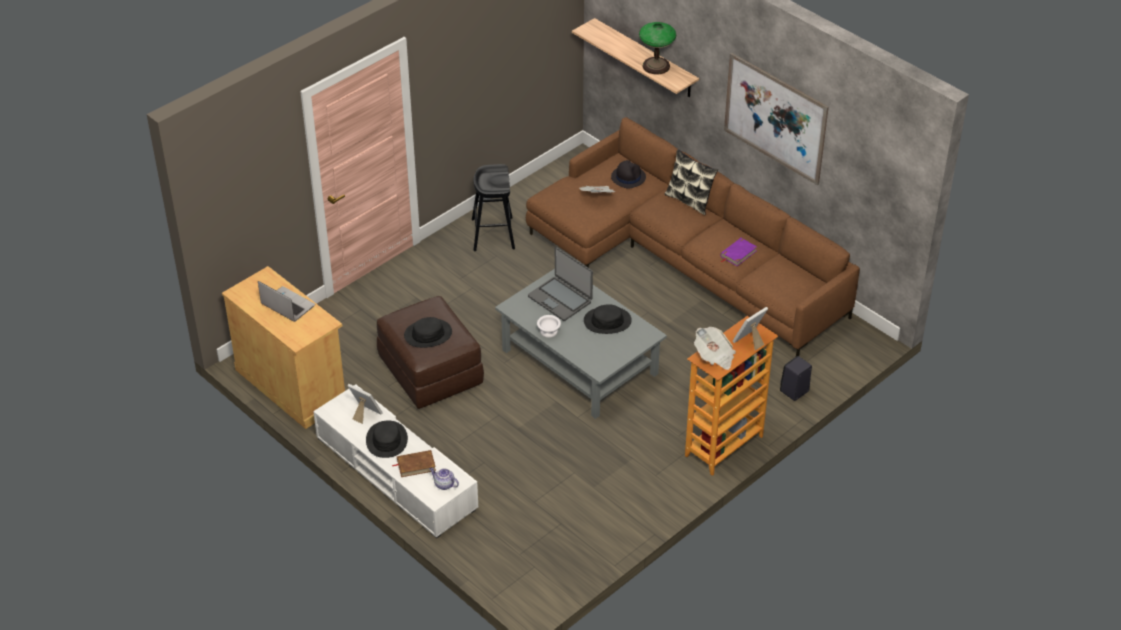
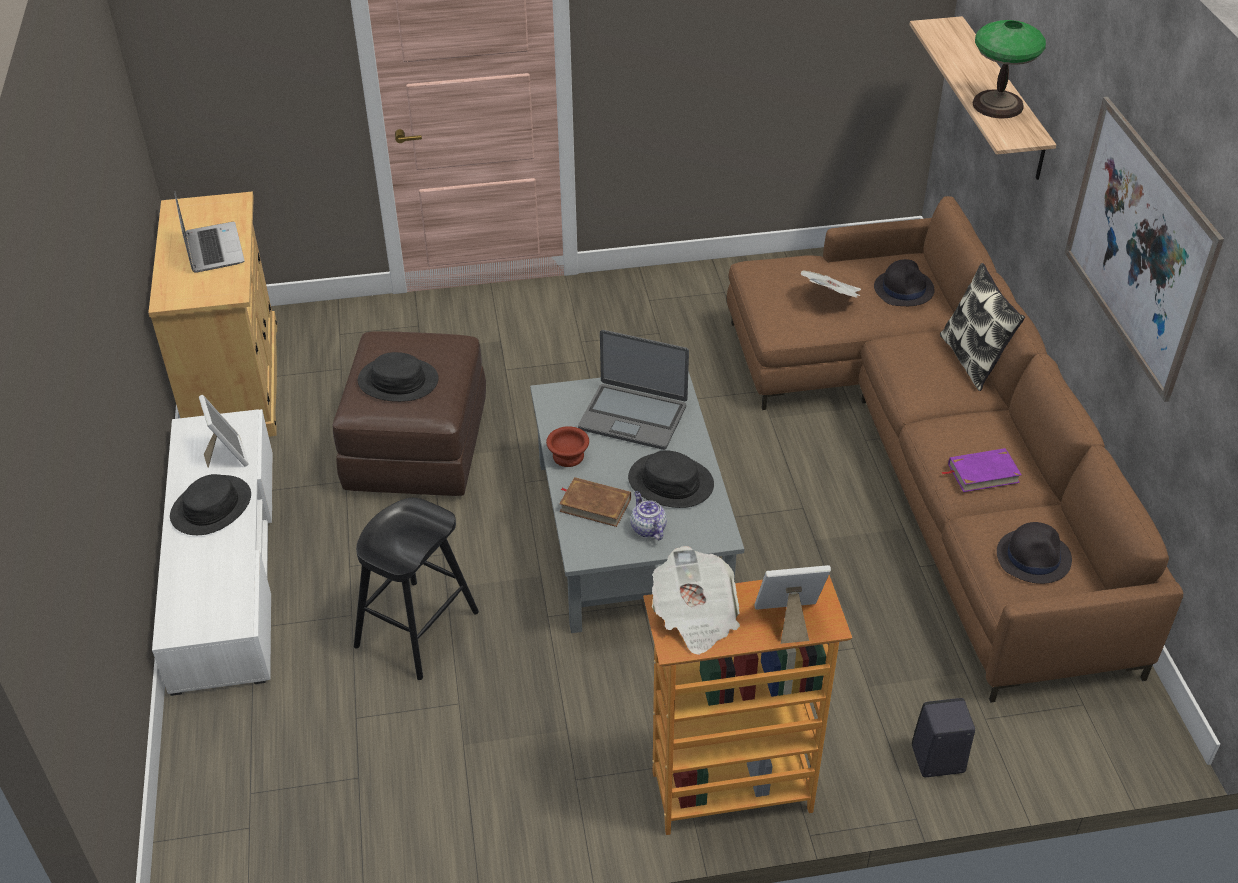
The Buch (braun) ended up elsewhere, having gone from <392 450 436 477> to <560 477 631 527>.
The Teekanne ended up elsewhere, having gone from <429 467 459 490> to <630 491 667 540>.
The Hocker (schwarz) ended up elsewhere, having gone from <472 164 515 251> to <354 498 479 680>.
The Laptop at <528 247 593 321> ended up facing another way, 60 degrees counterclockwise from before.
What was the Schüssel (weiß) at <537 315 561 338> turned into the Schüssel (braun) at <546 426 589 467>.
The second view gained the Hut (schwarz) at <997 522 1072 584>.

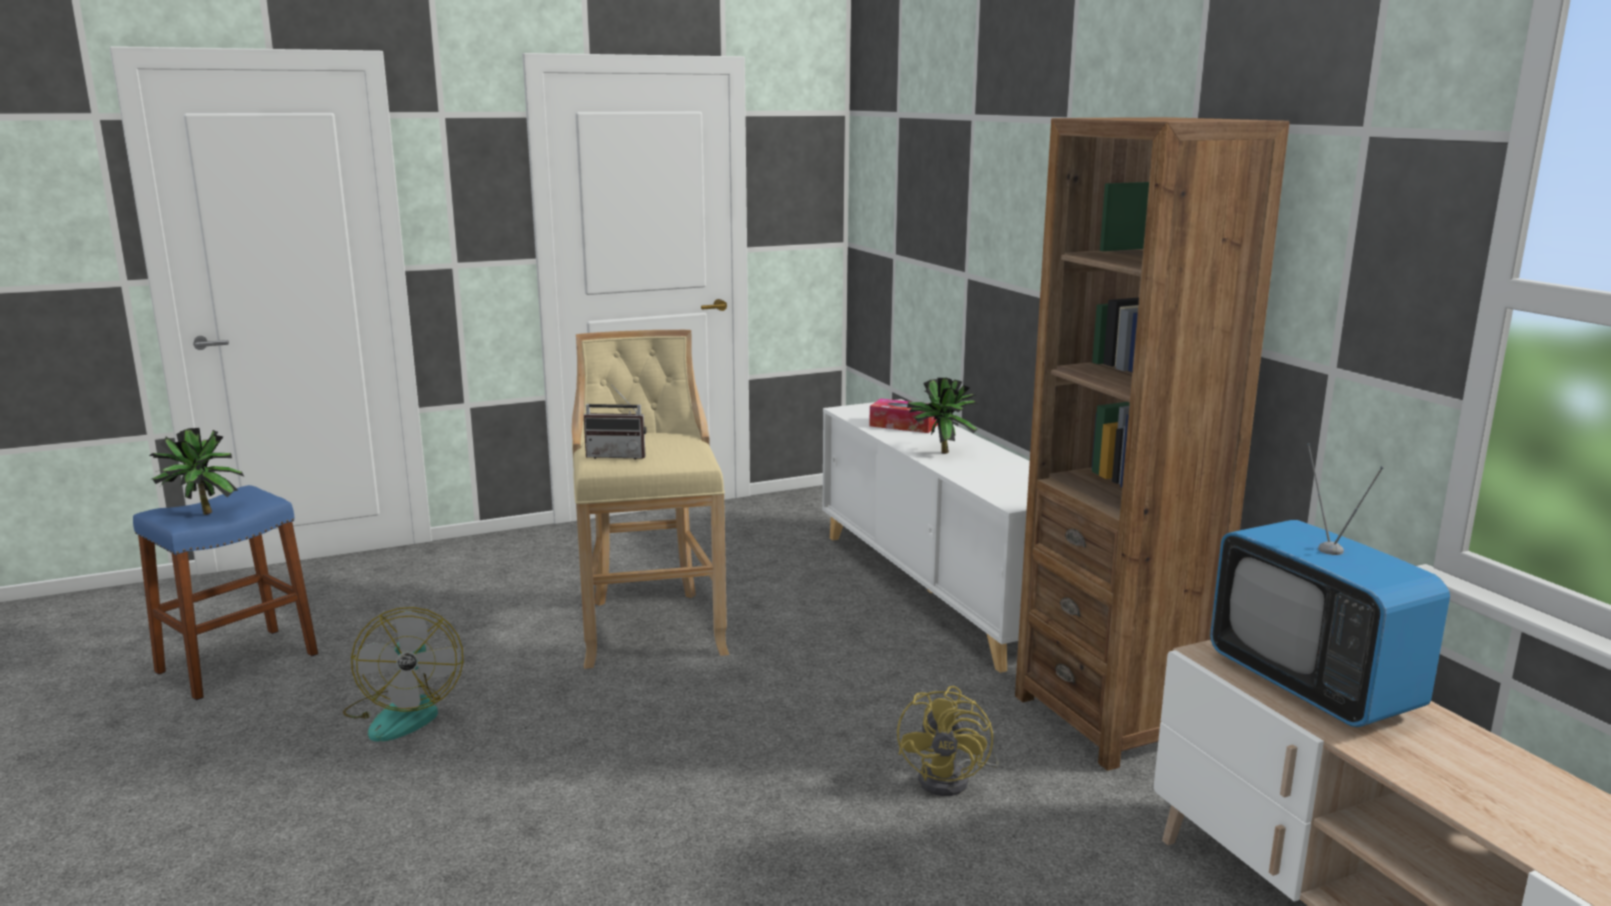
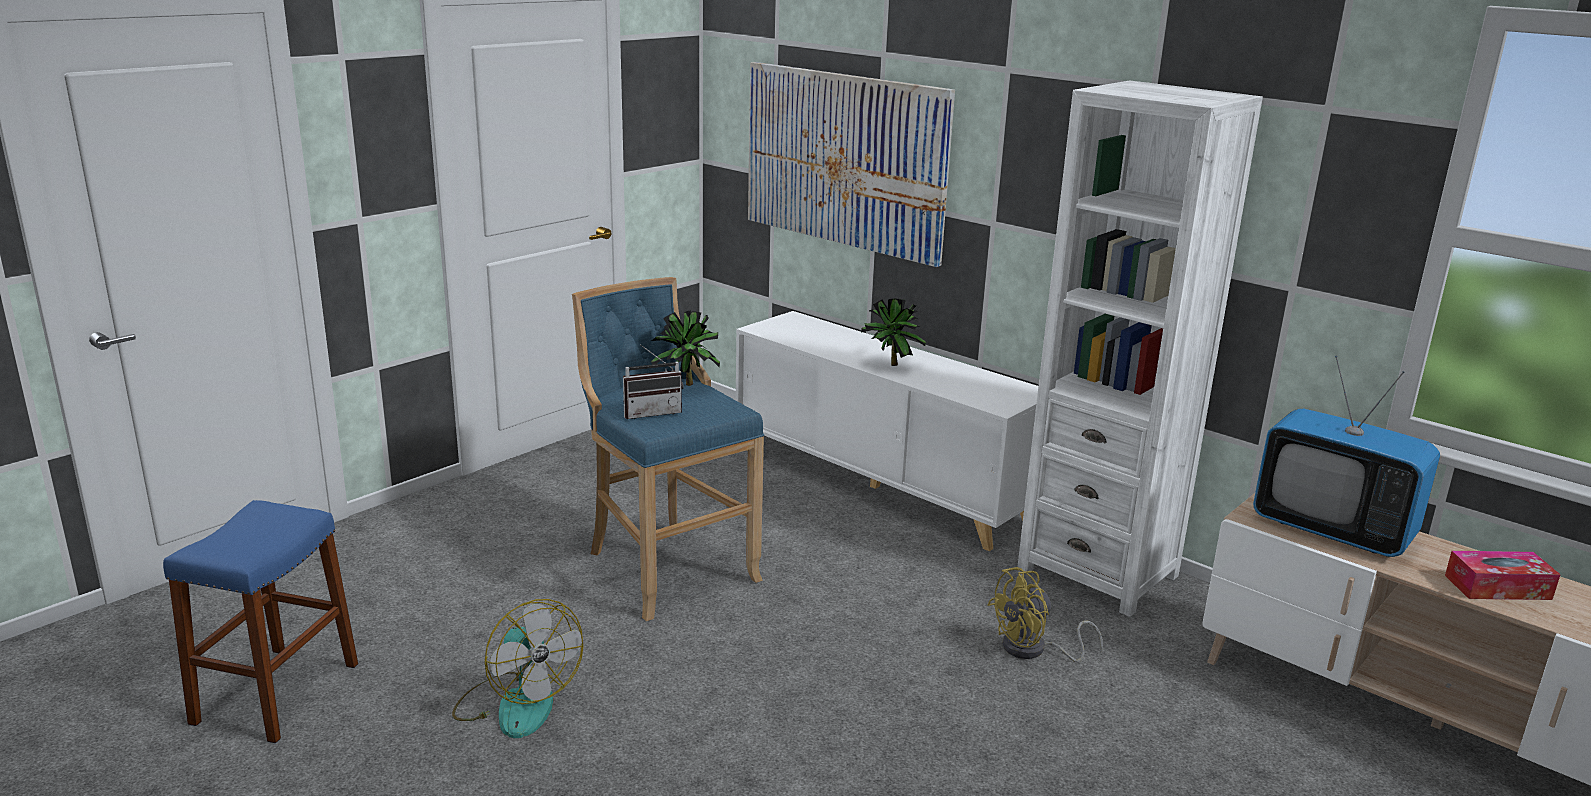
The Topfpflanze ended up elsewhere, having gone from <149 428 244 515> to <651 310 720 386>.
What was the Hocker (beige) at <572 330 729 669> turned into the Hocker (blau) at <572 277 764 621>.
The Taschentuchbox ended up elsewhere, having gone from <869 399 938 433> to <1445 551 1561 600>.
The Ventilator (gelb) at <897 686 1000 796> ended up facing another way, 75 degrees clockwise from before.
What was the Bücherregal (braun) at <1015 117 1290 771> turned into the Bücherregal (weiß) at <1017 81 1263 617>.
The second view gained the Bild at <748 62 955 267>.

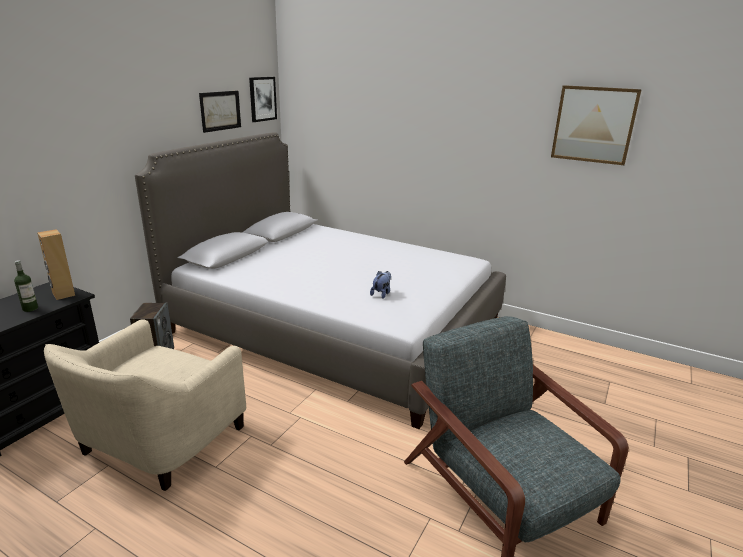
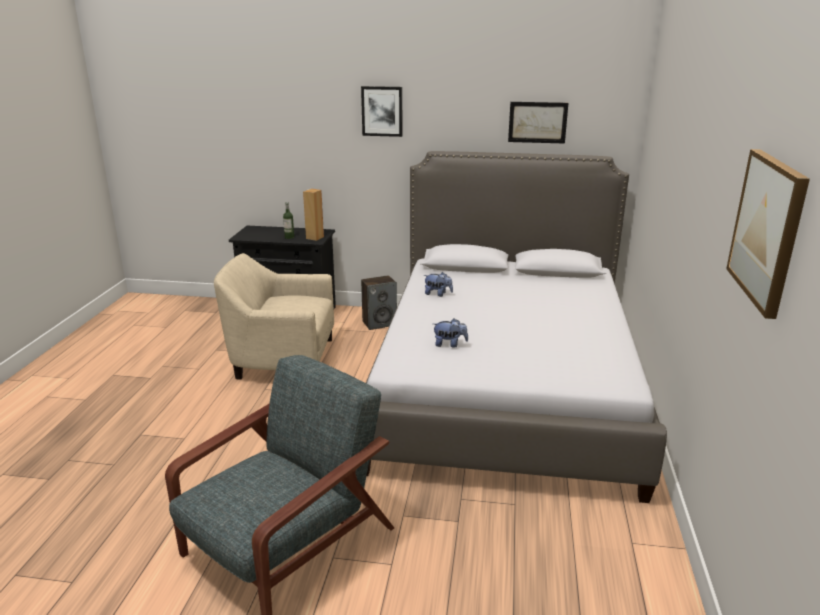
The Bild ended up elsewhere, having gone from <249 77 277 122> to <361 86 402 137>.
The second view gained the Plüschtier at <424 272 453 297>.

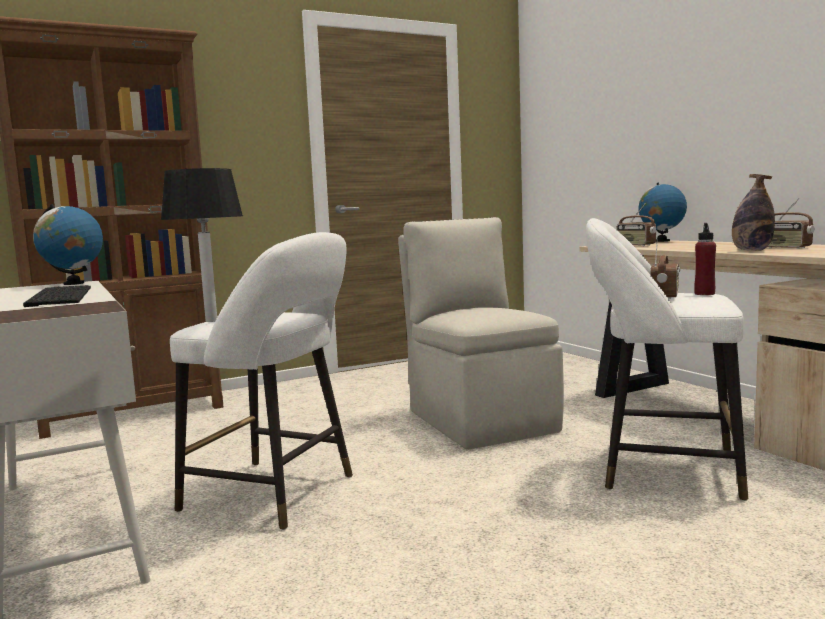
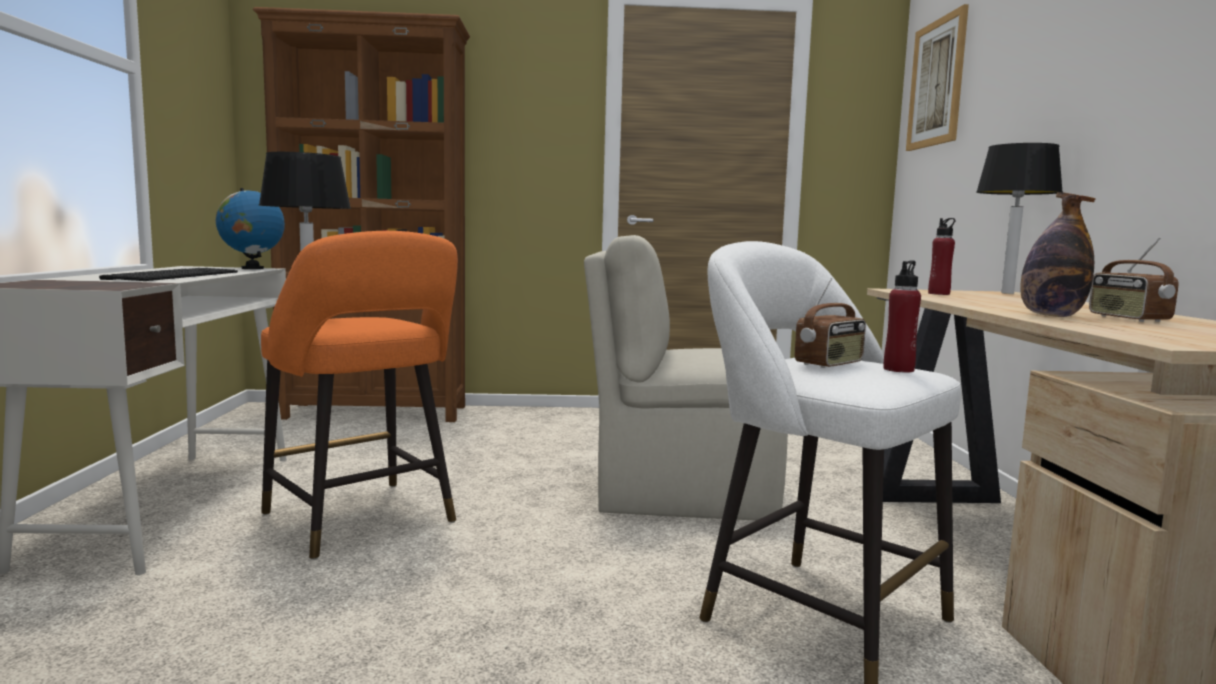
What was the Hocker (weiß) at <170 232 353 530> turned into the Hocker (orange) at <261 231 458 560>.
The Stuhl (beige) at <398 217 564 450> ended up facing another way, 90 degrees counterclockwise from before.
Where the Radio stood at <616 204 656 246>, the Flasche (rot) came to stand at <928 218 956 295>.
Where the Globus stood at <638 183 687 242>, the Tischlampe came to stand at <976 143 1063 294>.
The second view gained the Bild at <906 4 969 151>.

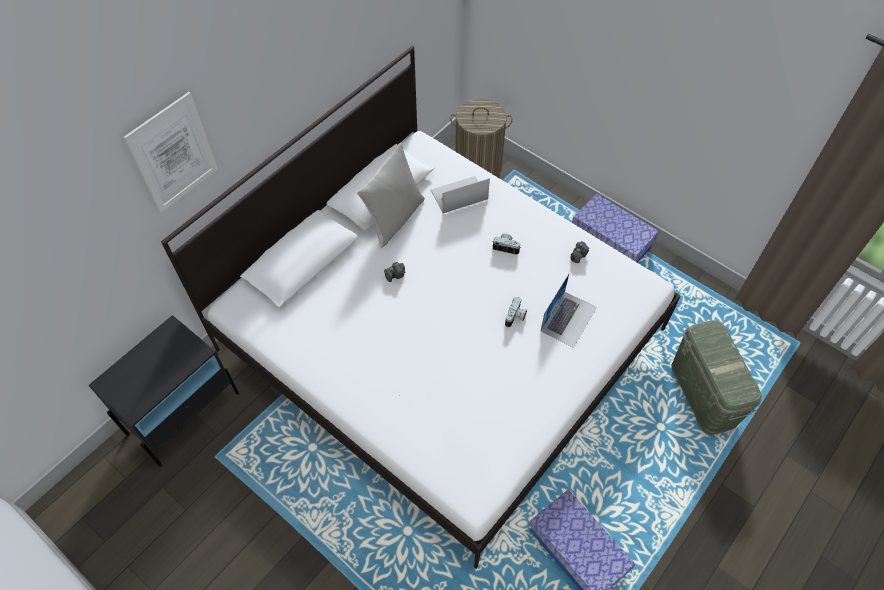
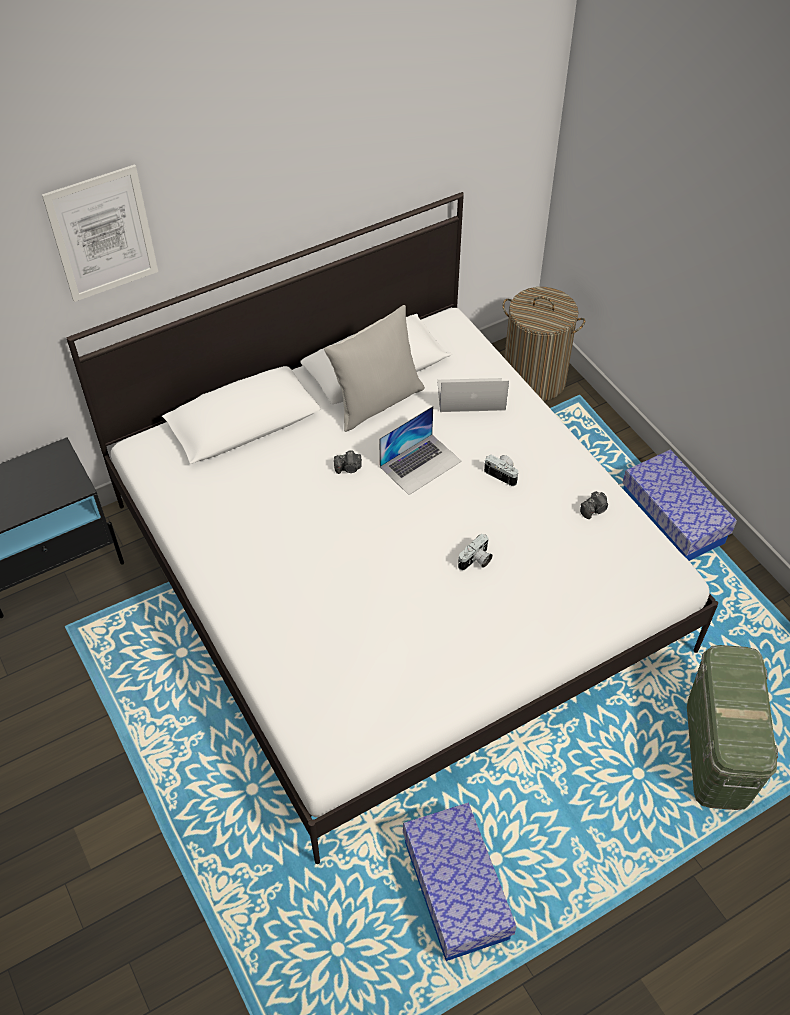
The Laptop ended up elsewhere, having gone from <541 274 597 348> to <379 406 462 495>.

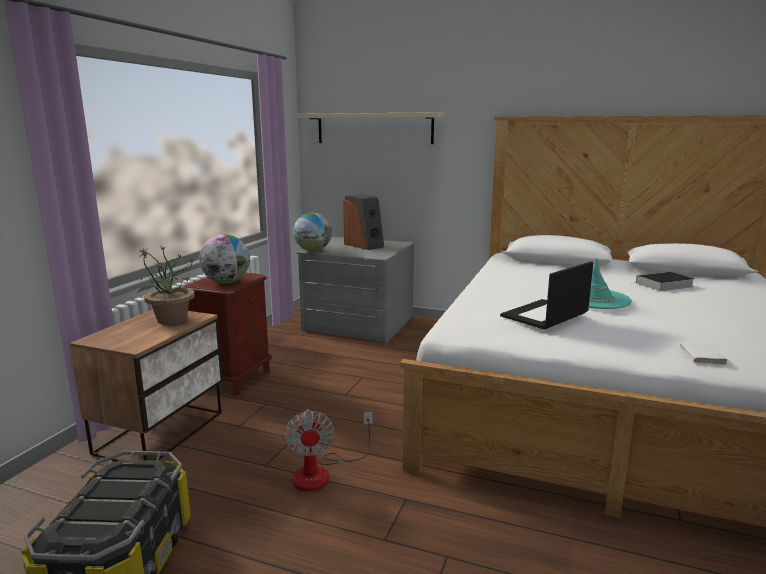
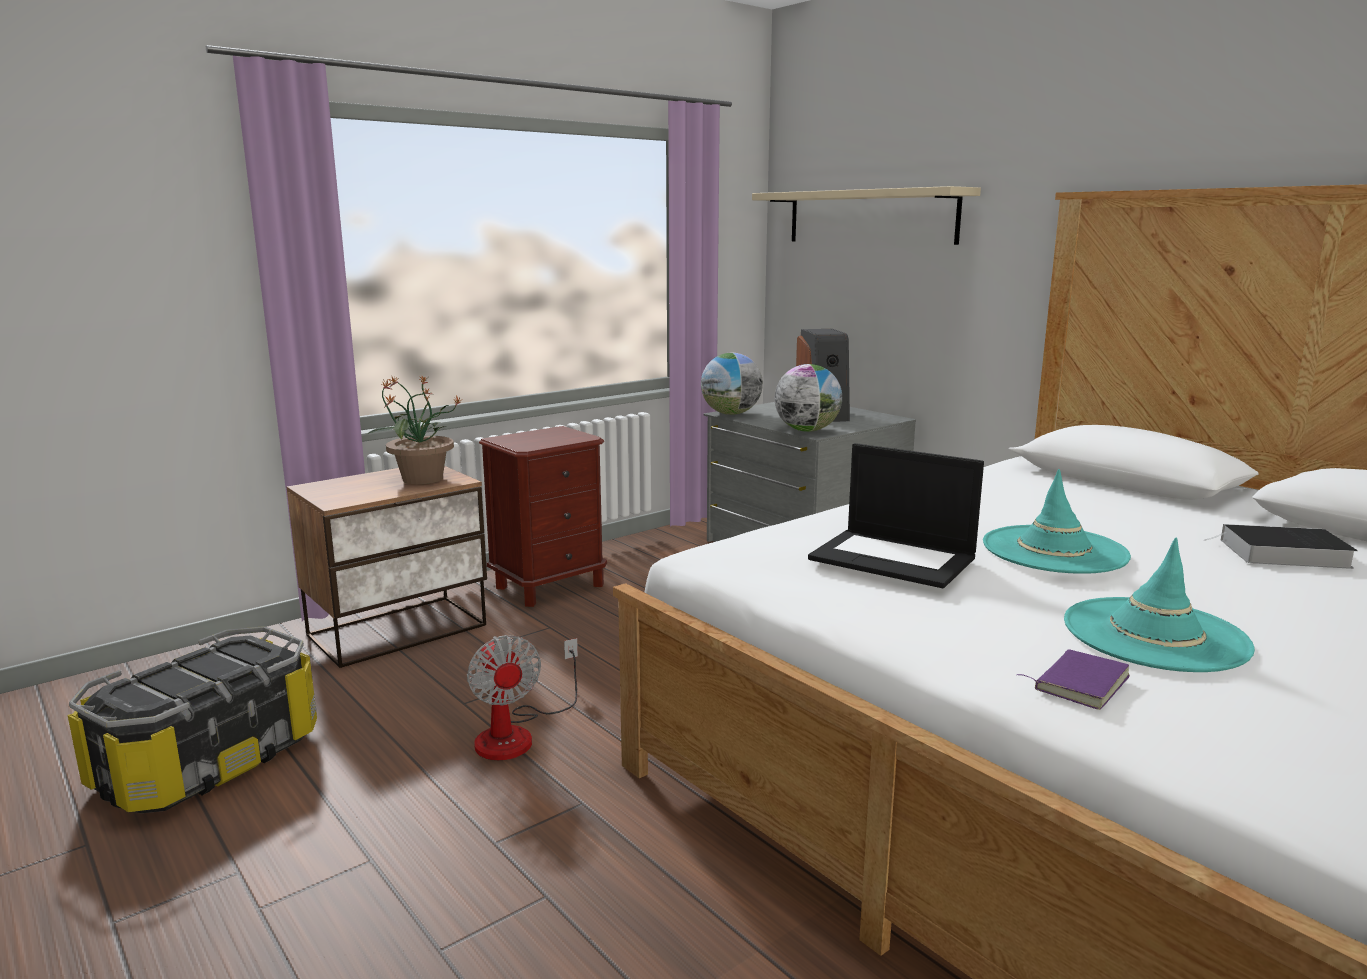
The Globus ended up elsewhere, having gone from <199 234 250 283> to <775 364 842 432>.
The Ventilator at <284 409 372 491> ended up facing another way, 45 degrees counterclockwise from before.
The Laptop at <500 262 593 330> ended up facing another way, 135 degrees counterclockwise from before.
What was the Buch (weiß) at <680 342 727 365> turned into the Buch (lila) at <1017 649 1130 710>.
The second view gained the Hut (türkis) at <1064 538 1255 672>.

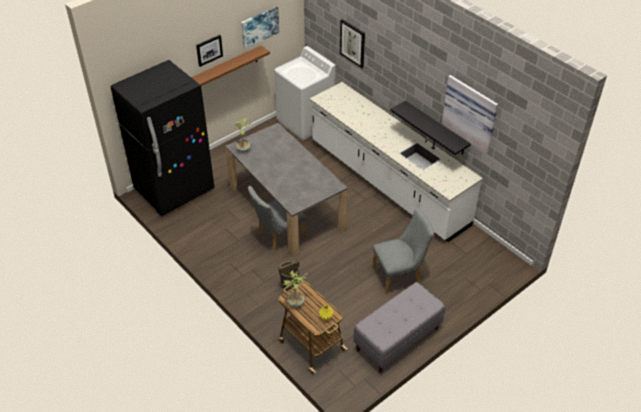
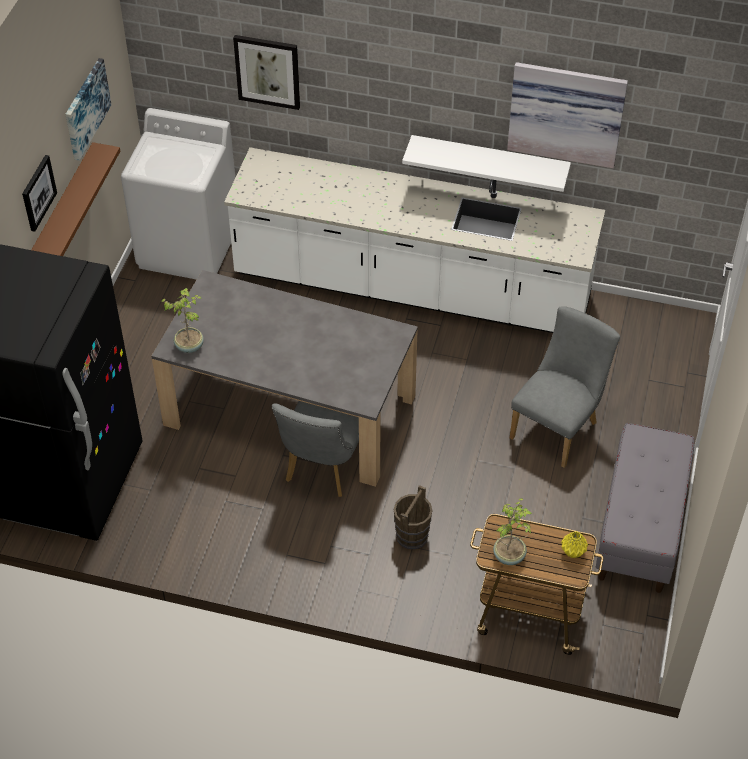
What was the Wandregal (schwarz) at <390 101 471 155> turned into the Wandregal (weiß) at <402 135 571 192>.

